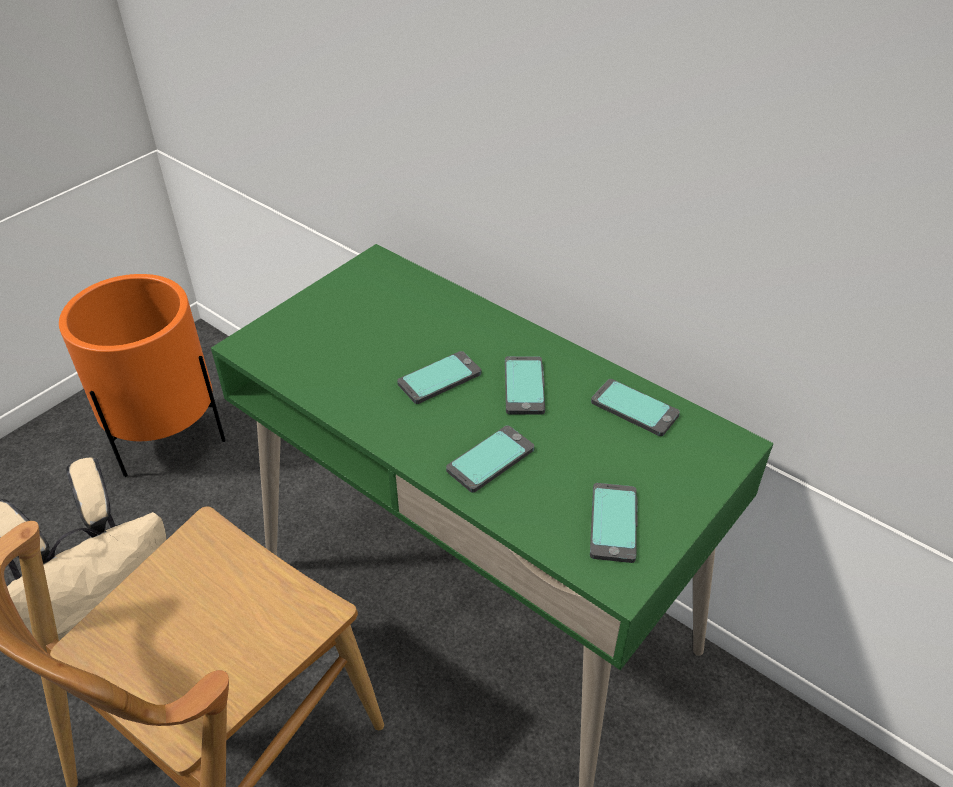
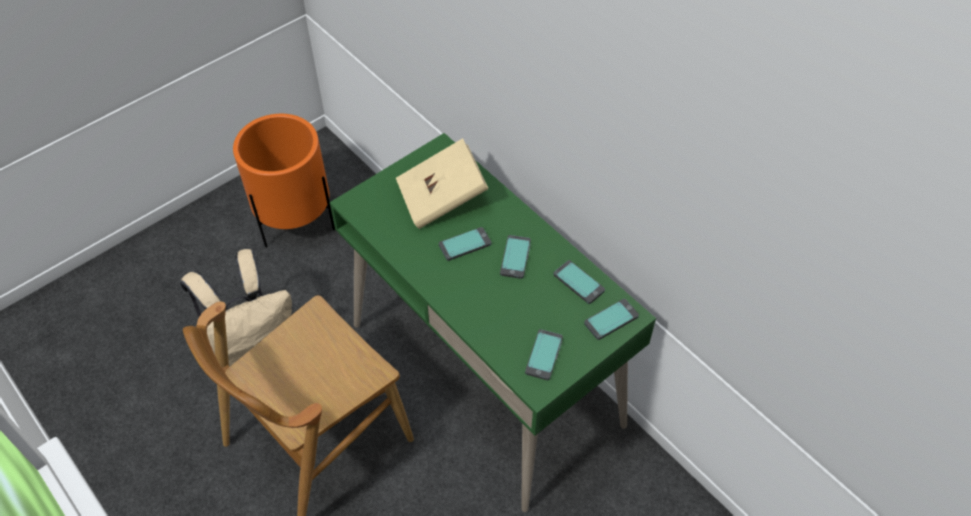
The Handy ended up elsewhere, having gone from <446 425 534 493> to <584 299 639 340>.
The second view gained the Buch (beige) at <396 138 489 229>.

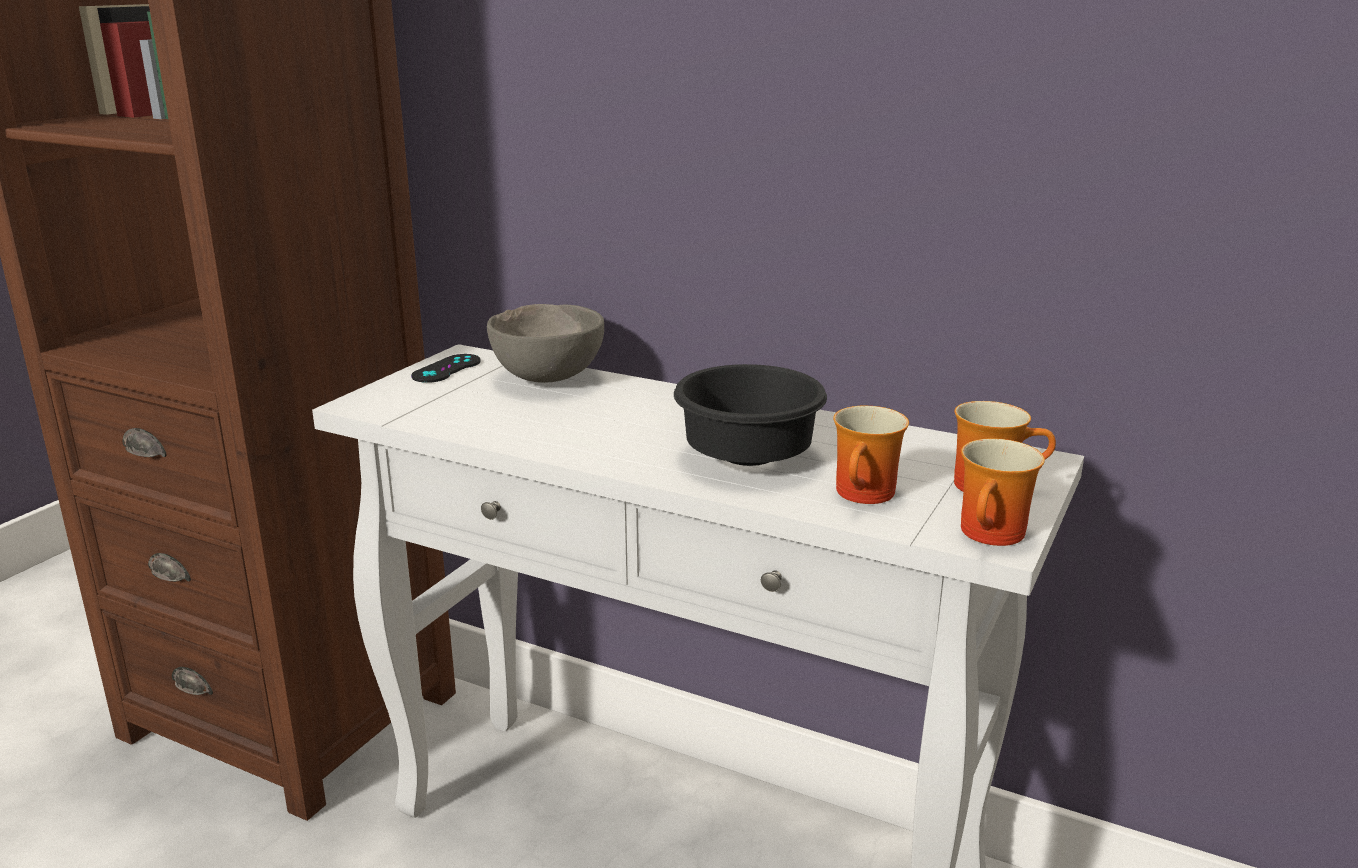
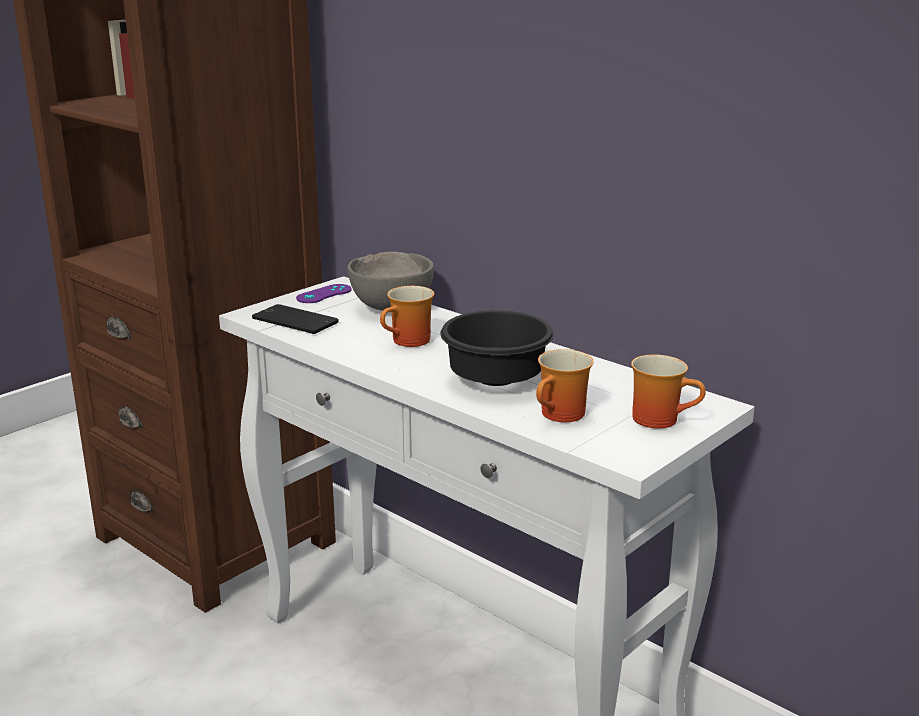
What was the Gamepad (schwarz) at <411 354 481 383> turned into the Gamepad (lila) at <296 284 352 303>.
The Henkelbecher ended up elsewhere, having gone from <961 438 1045 546> to <380 286 434 347>.
The second view gained the Handy at <252 304 339 334>.

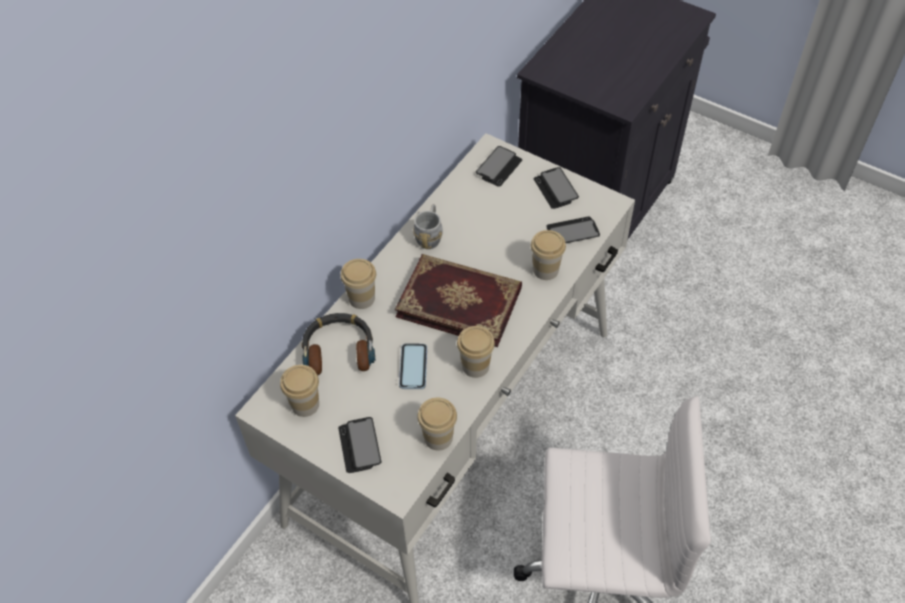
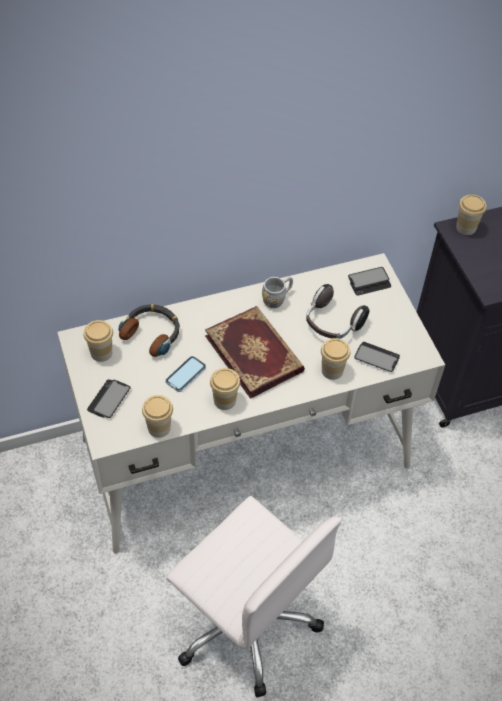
The Tasse ended up elsewhere, having gone from <340 259 376 309> to <456 195 486 235>.
The second view lost the Handy at <534 167 579 209>.
The second view gained the Kopfhörer at <306 284 369 339>.

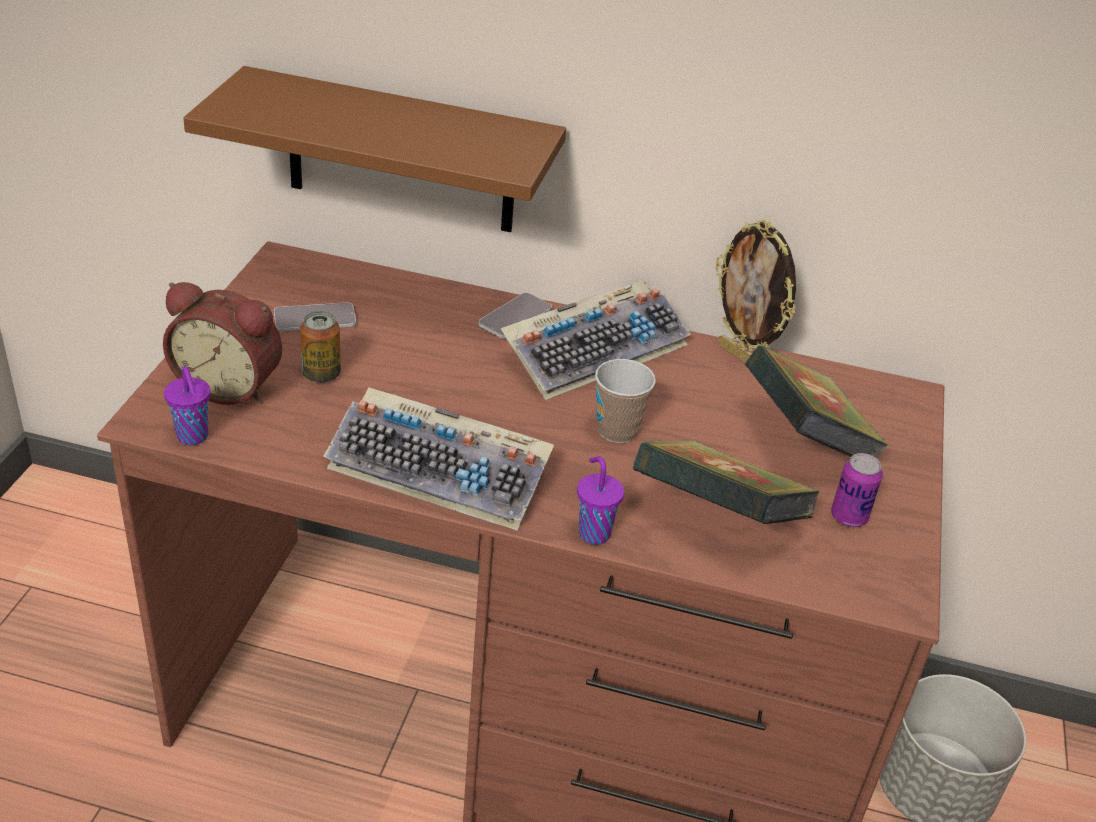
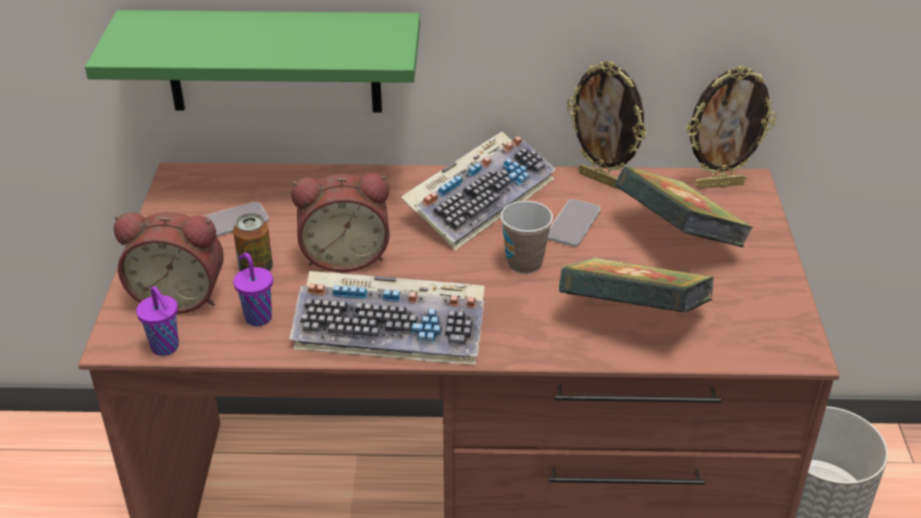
What was the Wandregal (braun) at <183 66 566 232> turned into the Wandregal (grün) at <85 10 420 113>.
The Handy ended up elsewhere, having gone from <479 293 552 339> to <548 199 600 247>.
The Tasse (lila) ended up elsewhere, having gone from <577 456 624 545> to <233 253 273 326>.
The second view lost the Dose at <831 453 883 527>.
The second view gained the Wecker at <291 173 390 272>.
The second view gained the Bilderrahmen at <686 65 776 189>.

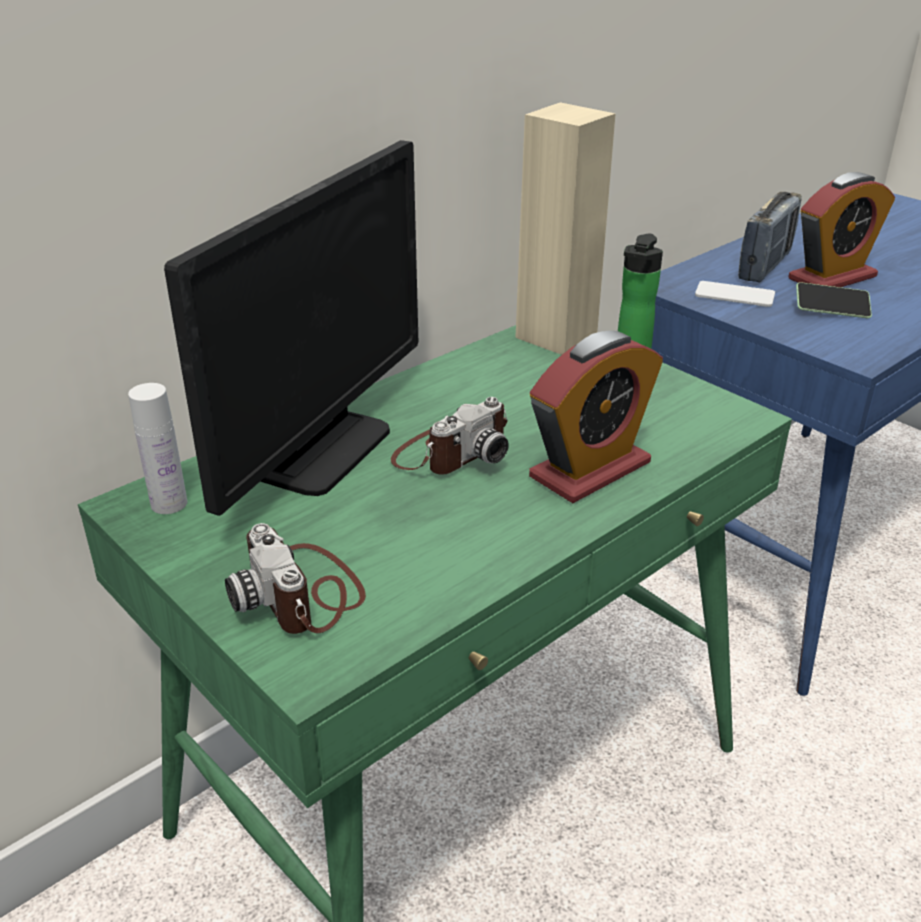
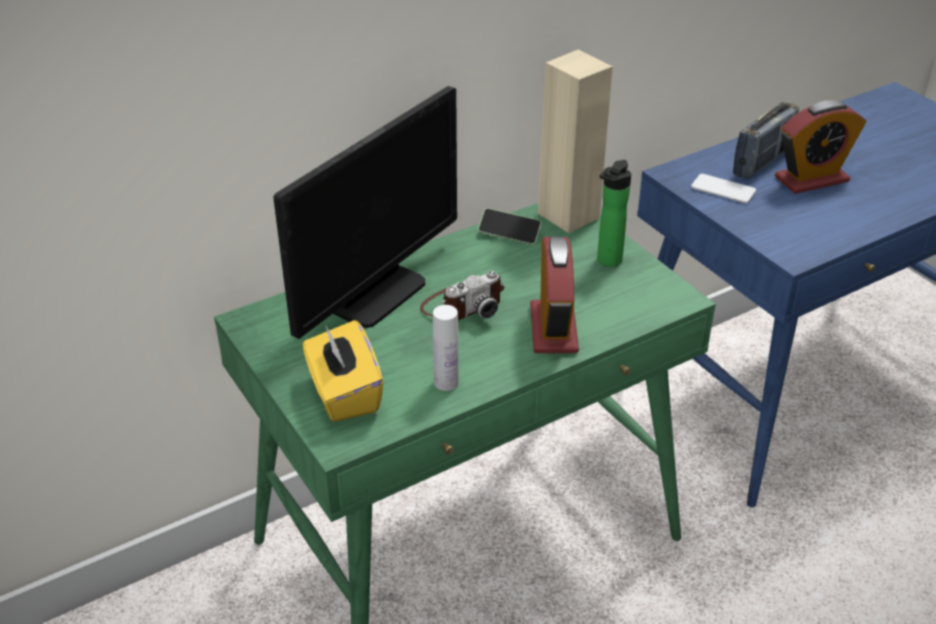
The Flasche (weiß) ended up elsewhere, having gone from <128 383 187 514> to <433 305 459 391>.
Where the Kamera stood at <225 523 366 634>, the Taschentuchbox (gelb) came to stand at <303 320 384 422>.
The Wecker at <529 331 663 503> ended up facing another way, 60 degrees counterclockwise from before.
The Handy ended up elsewhere, having gone from <796 282 872 318> to <478 208 541 245>.

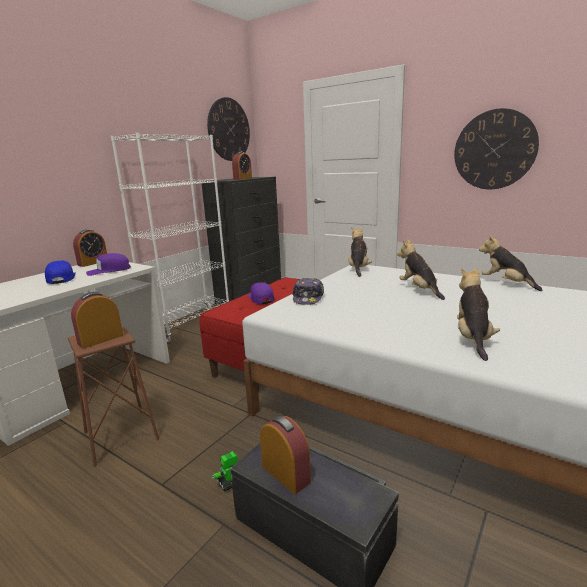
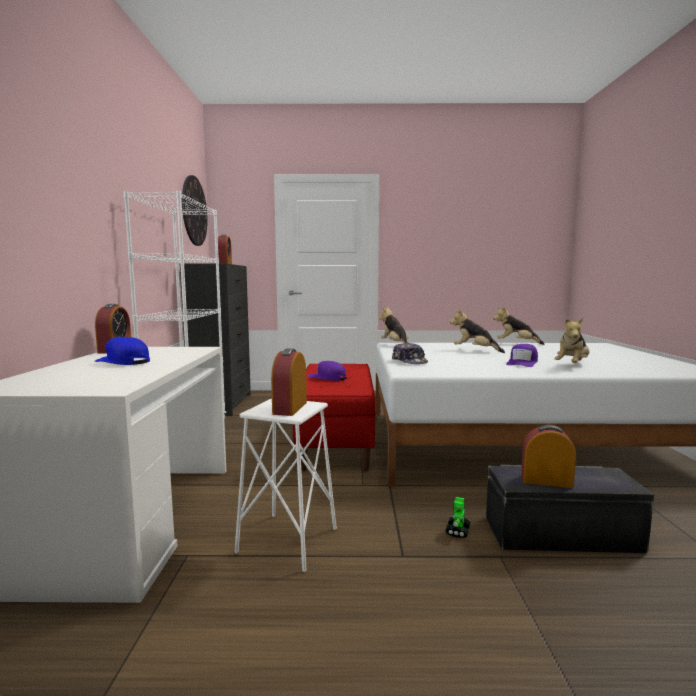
What was the Hocker (braun) at <68 324 159 466> turned into the Hocker (weiß) at <234 398 337 572>.
The Kappe (lila) ended up elsewhere, having gone from <86 253 131 276> to <506 344 538 367>.
The second view lost the Wanduhr at <454 108 539 189>.
The Plüschtier at <457 268 500 361> ended up facing another way, 120 degrees counterclockwise from before.

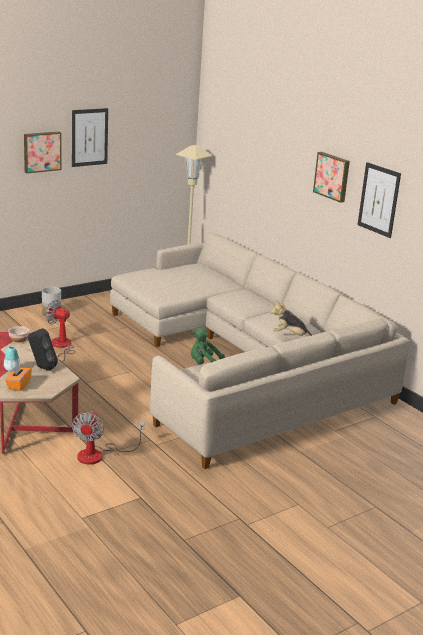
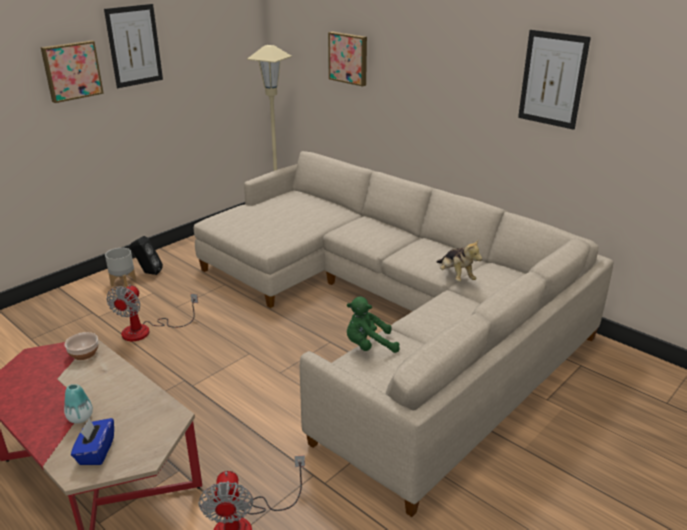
What was the Taschentuchbox (orange) at <5 363 32 391> turned into the Taschentuchbox (blau) at <71 418 114 465>.
The Lautsprecher (schwarz) ended up elsewhere, having gone from <28 328 58 371> to <130 236 163 275>.
The Ventilator at <46 300 75 362> ended up facing another way, 90 degrees counterclockwise from before.
The Plüschtier at <271 300 312 336> ended up facing another way, 120 degrees counterclockwise from before.
The Bild ended up elsewhere, having gone from <313 152 350 203> to <328 32 367 86>.

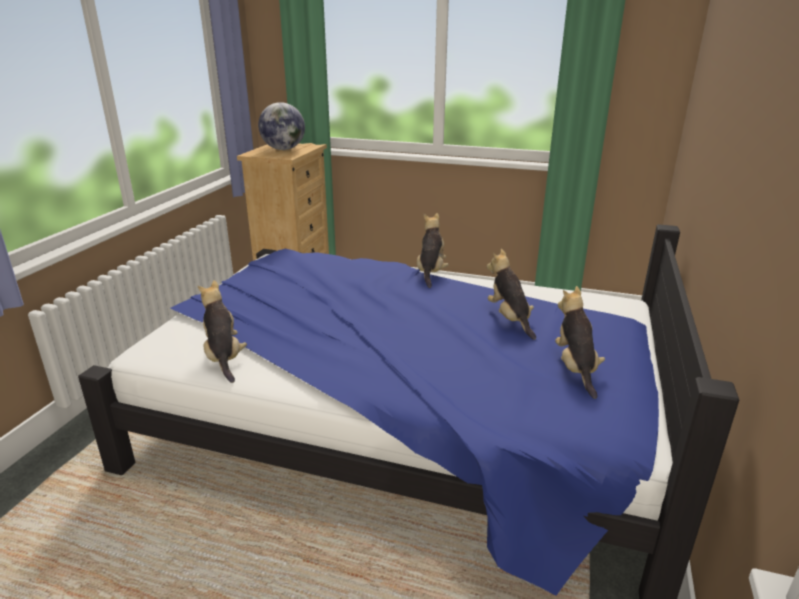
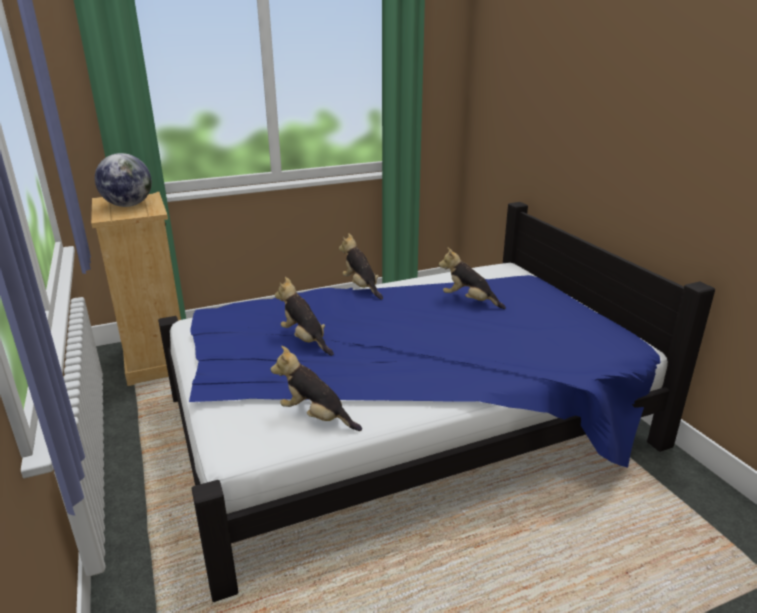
The Plüschtier ended up elsewhere, having gone from <555 286 605 399> to <275 277 334 356>.

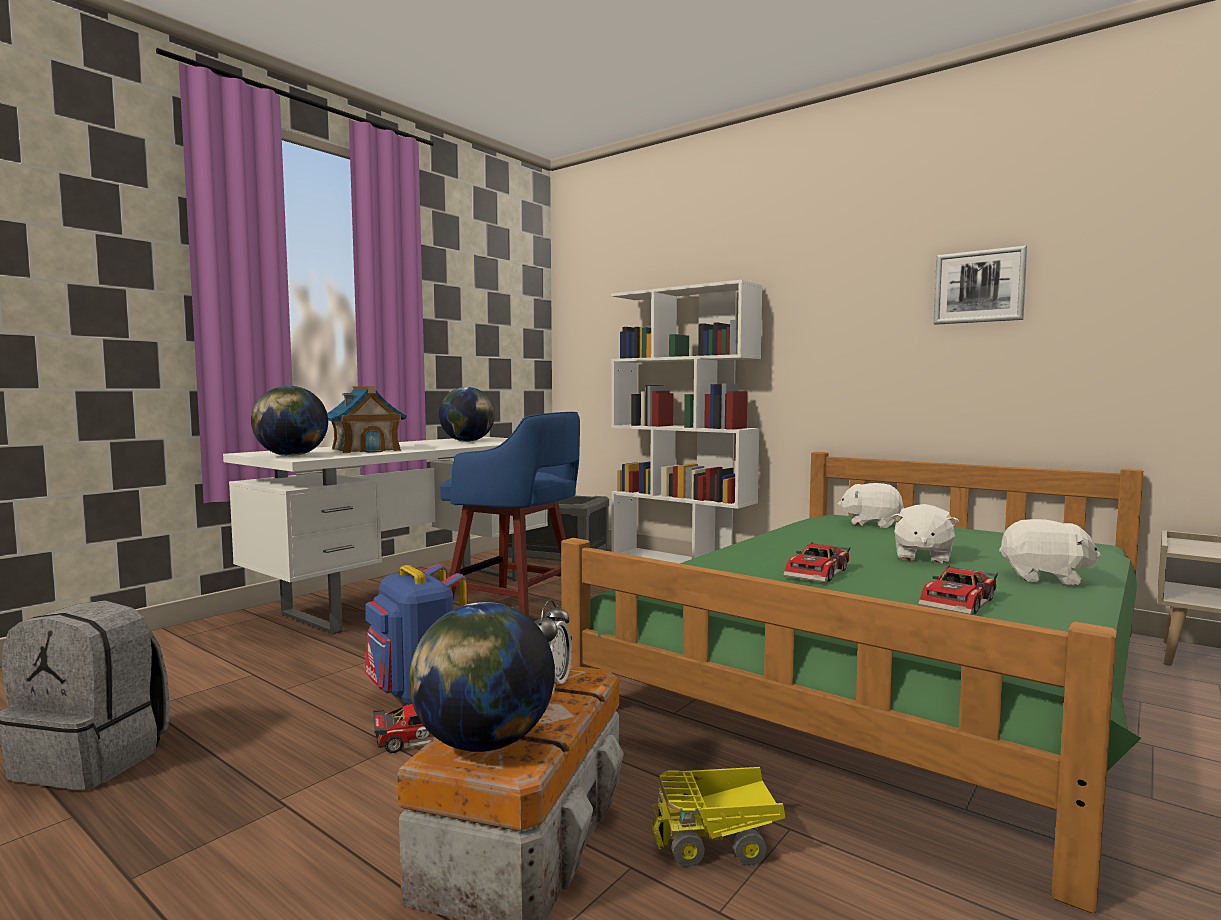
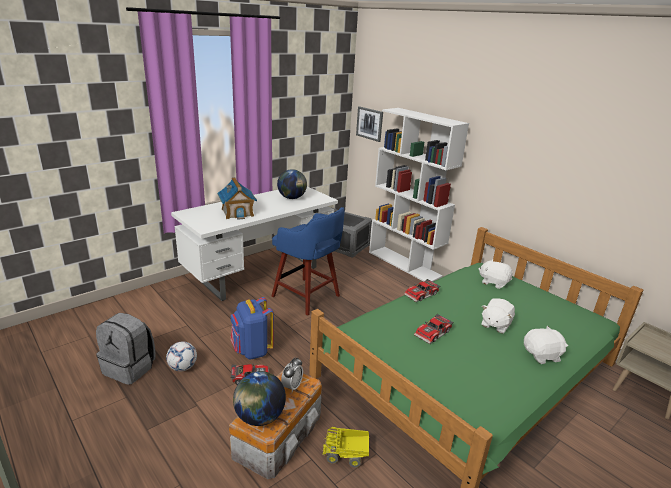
The second view lost the Globus at <251 386 328 456>.
The Spielzeugauto ended up elsewhere, having gone from <918 565 998 615> to <404 279 440 302>.
The Bild ended up elsewhere, having gone from <934 245 1028 325> to <356 106 383 142>.
The Plüschtier (weiß) at <999 519 1101 585> ended up facing another way, 45 degrees counterclockwise from before.
The second view gained the Fußball at <166 341 197 372>.

